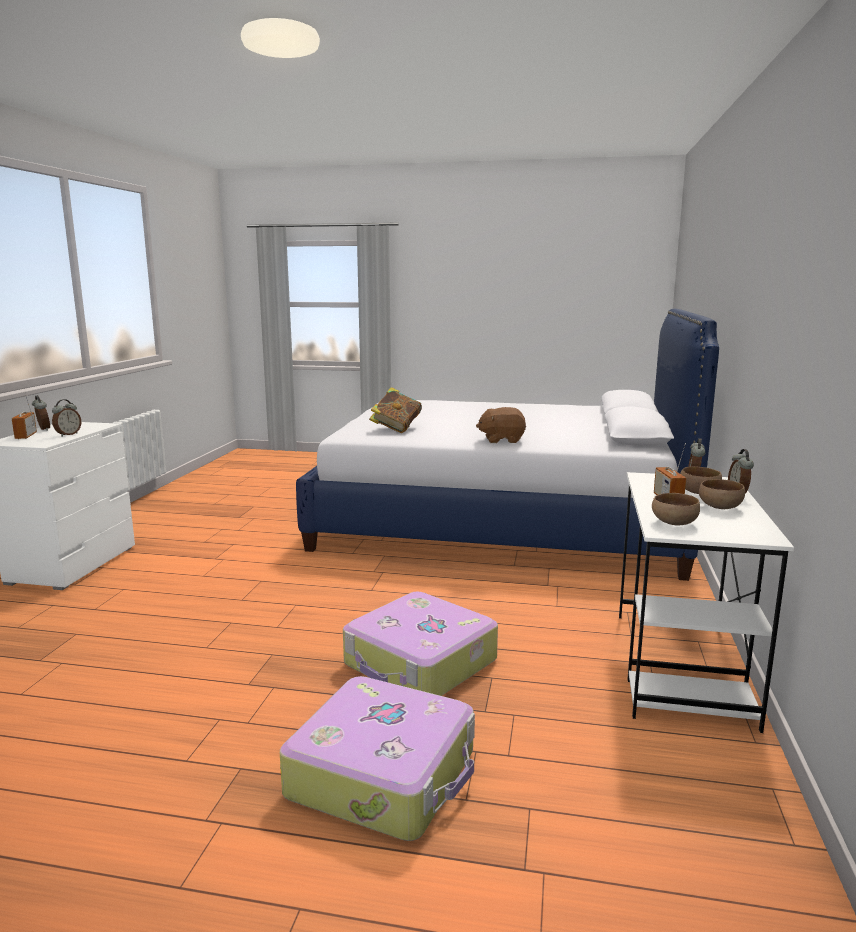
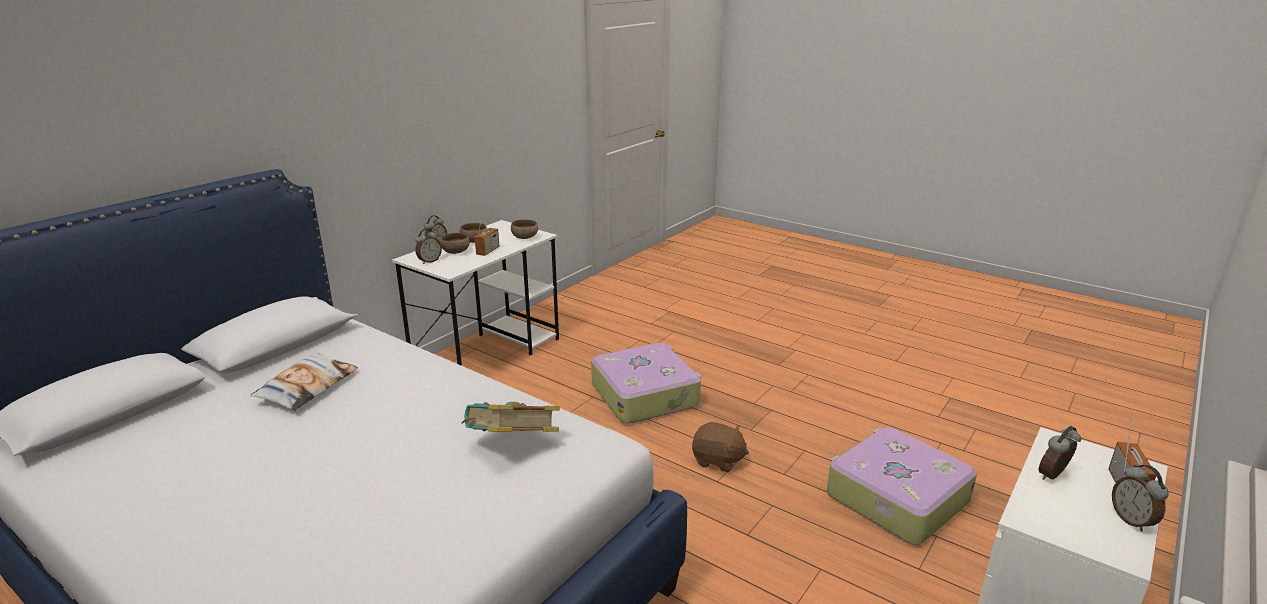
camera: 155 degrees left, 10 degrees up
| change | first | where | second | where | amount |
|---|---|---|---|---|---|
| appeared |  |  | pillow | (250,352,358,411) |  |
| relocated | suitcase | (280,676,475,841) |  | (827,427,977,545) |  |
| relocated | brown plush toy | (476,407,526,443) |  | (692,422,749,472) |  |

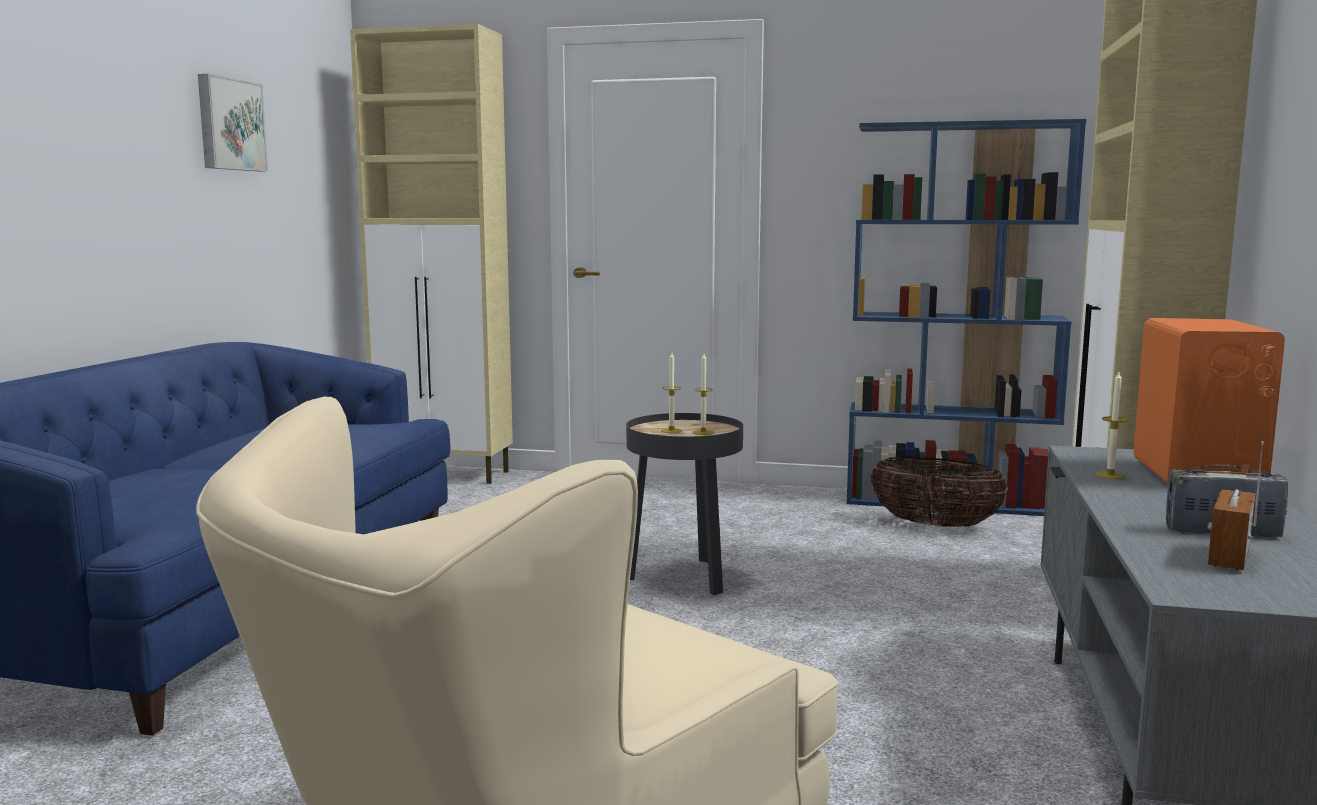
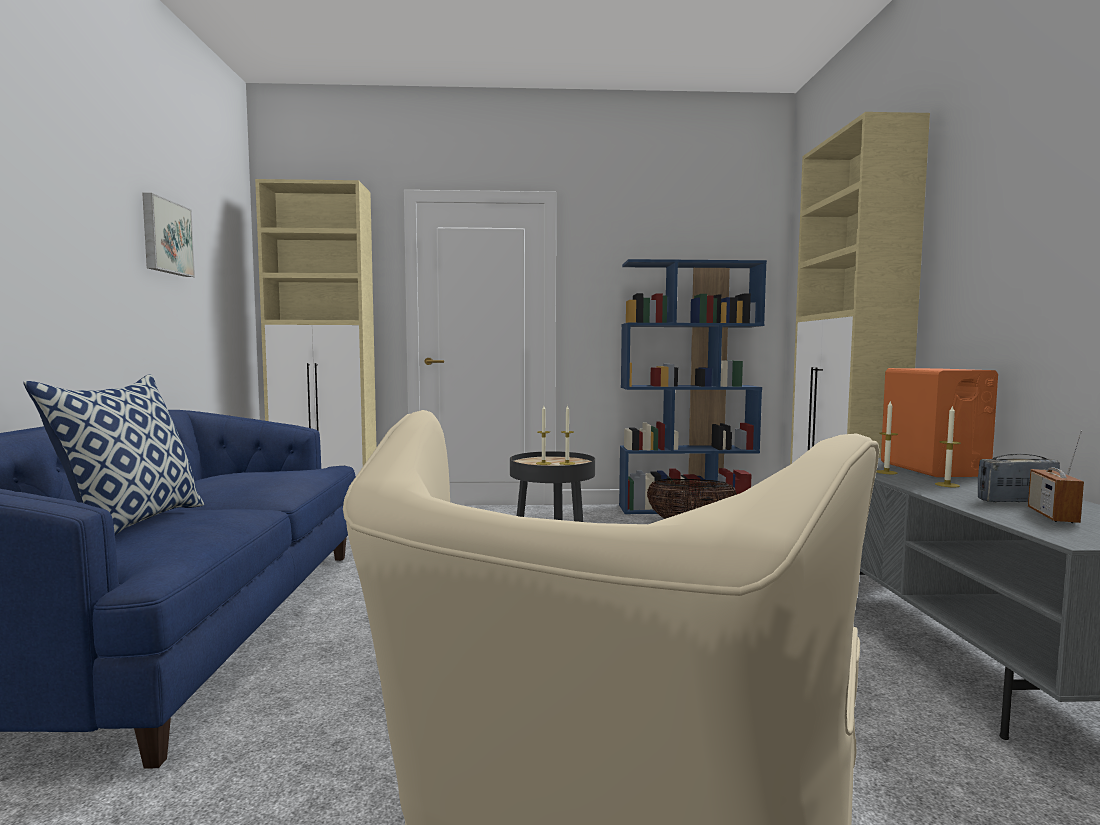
camera: 15 degrees left, 5 degrees down
| change | first | where | second | where | amount |
|---|---|---|---|---|---|
| appeared |  |  | pillow | (23,374,204,536) |  |
| appeared |  |  | candle | (935,405,961,487) |  |

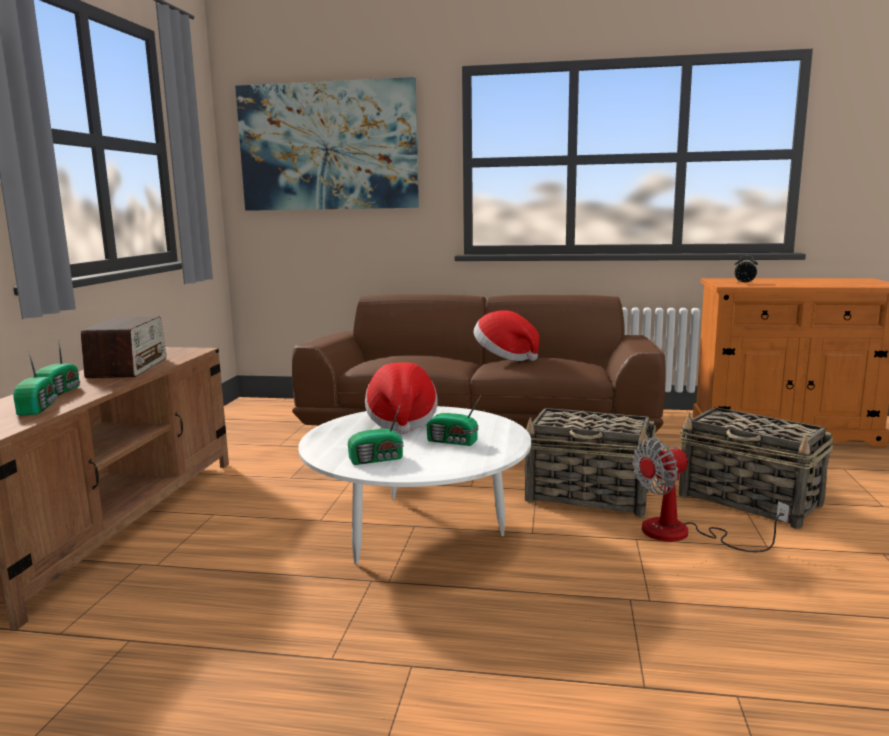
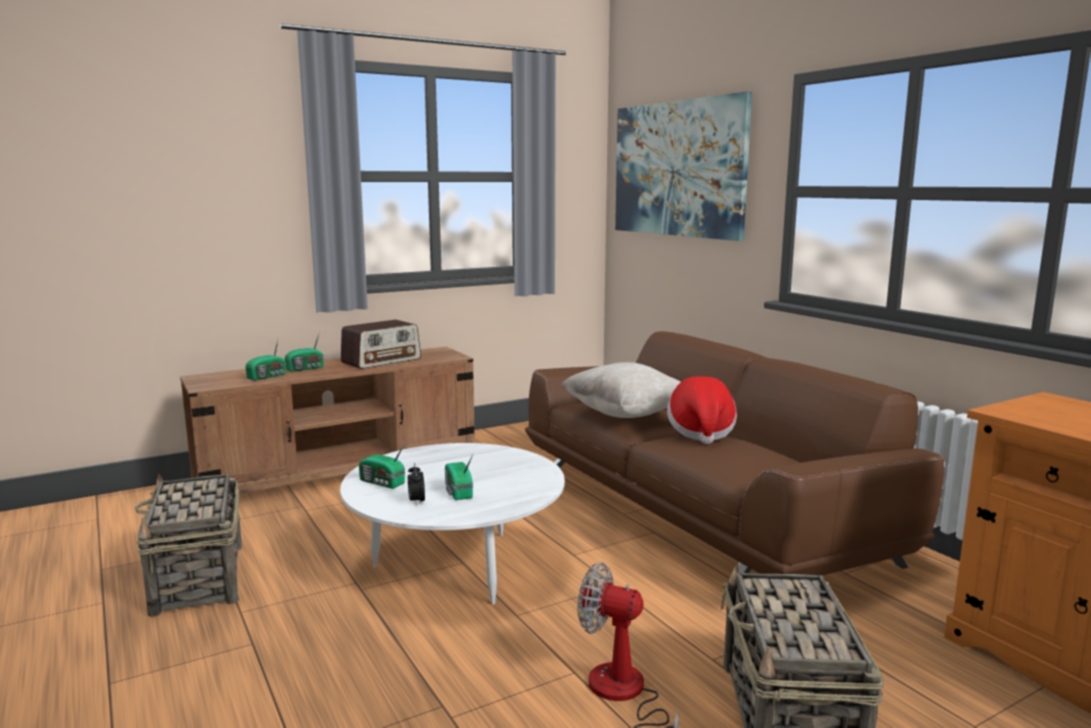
camera: 50 degrees right, 0 degrees up
| change | first | where | second | where | amount |
|---|---|---|---|---|---|
| missing | hat | (365,362,438,434) |  |  |  |
| appeared |  |  | beige pillow | (561,362,680,418) |  |
| relocated | basket | (525,408,656,517) |  | (135,474,242,617) |  |
| relocated | alarm clock | (735,255,758,284) |  | (408,463,425,506) |  |

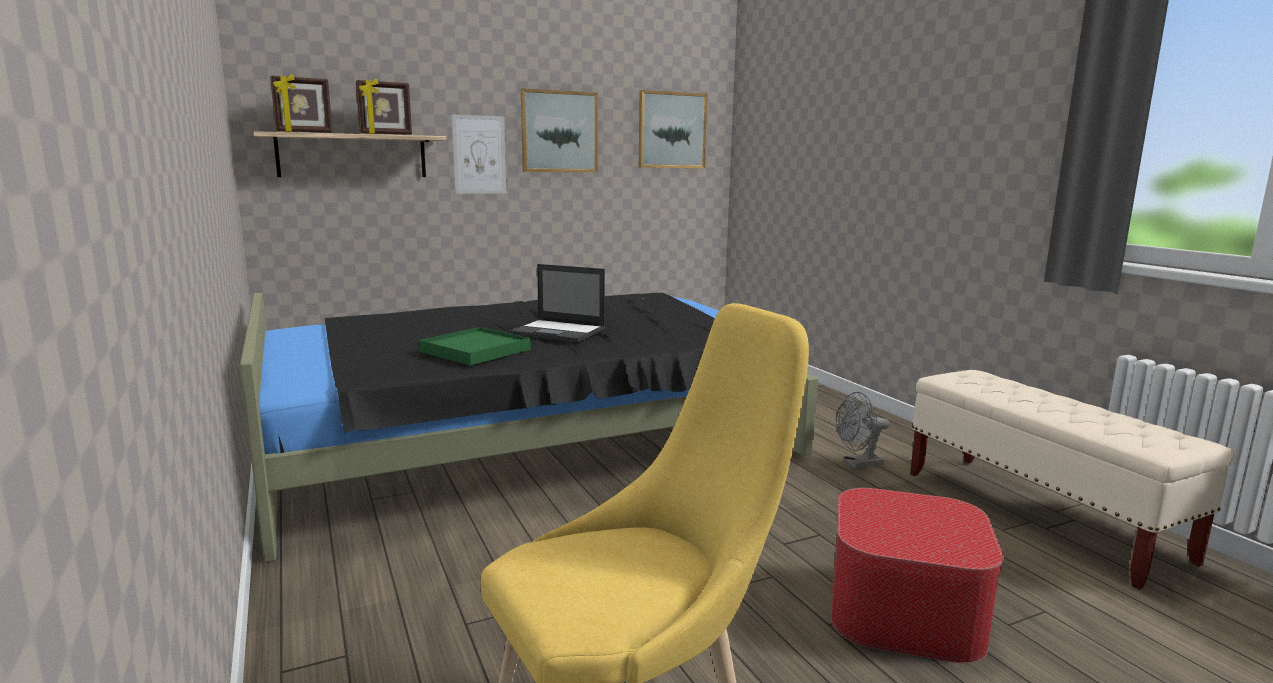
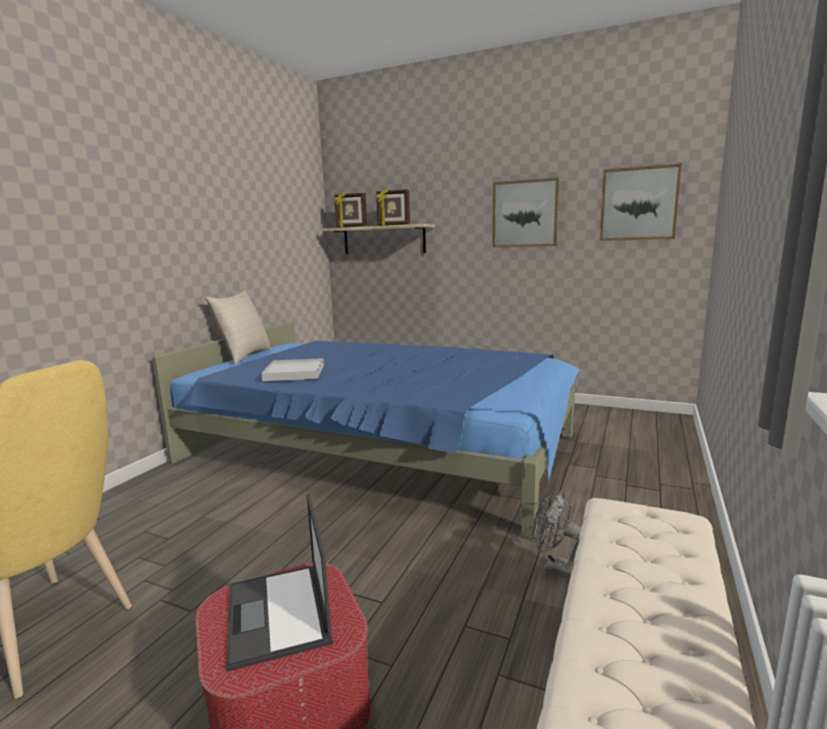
camera: 50 degrees right, 0 degrees up
| change | first | where | second | where | amount |
|---|---|---|---|---|---|
| missing | picture | (452,115,506,194) |  |  |  |
| appeared |  |  | beige pillow | (205,290,271,365) |  |
| relocated | laptop | (508,264,605,342) |  | (227,494,333,672) |  |
| colour | black bed | (240,293,818,563) | blue bed | (152,322,580,539) |  |
| colour | green tray | (419,327,531,365) | white tray | (261,358,324,381) |  |

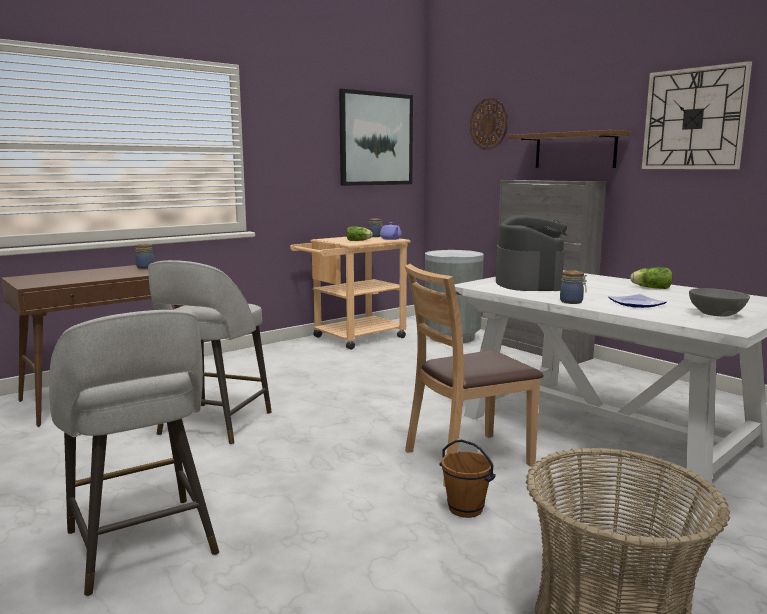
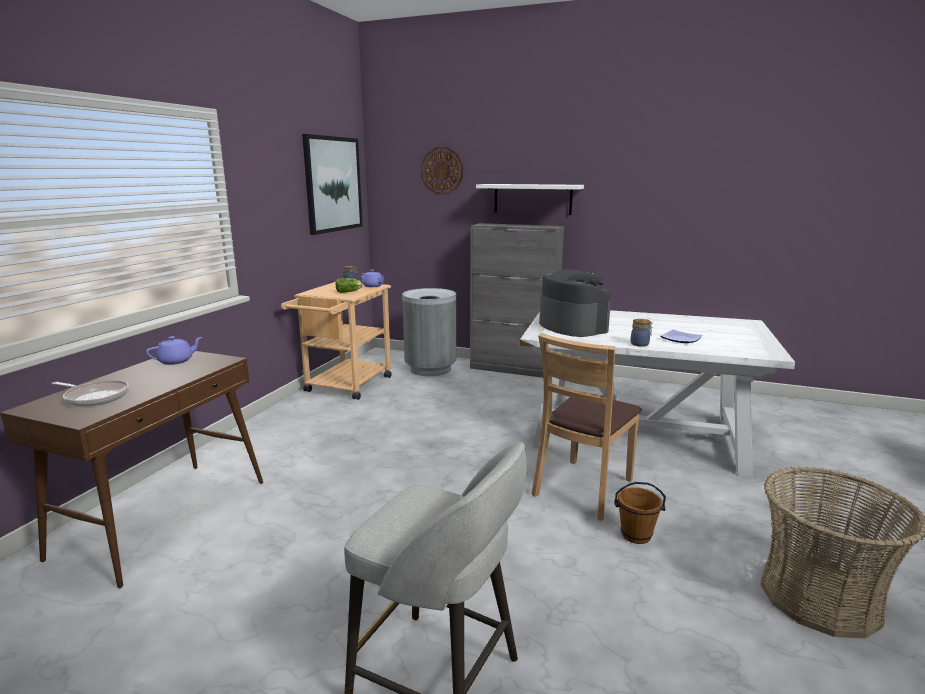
camera: 30 degrees left, 5 degrees up
| change | first | where | second | where | amount |
|---|---|---|---|---|---|
| missing | grey stool | (148,260,272,445) |  |  |  |
| missing | lettuce | (630,267,672,289) |  |  |  |
| missing | wall clock | (642,61,752,169) |  |  |  |
| missing | grey bowl | (689,288,750,317) |  |  |  |
| appeared |  |  | frying pan | (52,380,129,407) |  |
| exchanged | jar | (135,244,154,269) | purple teapot | (146,336,202,365) |  |
| colour | brown shelf | (507,130,631,168) | white shelf | (476,184,584,215) |  |

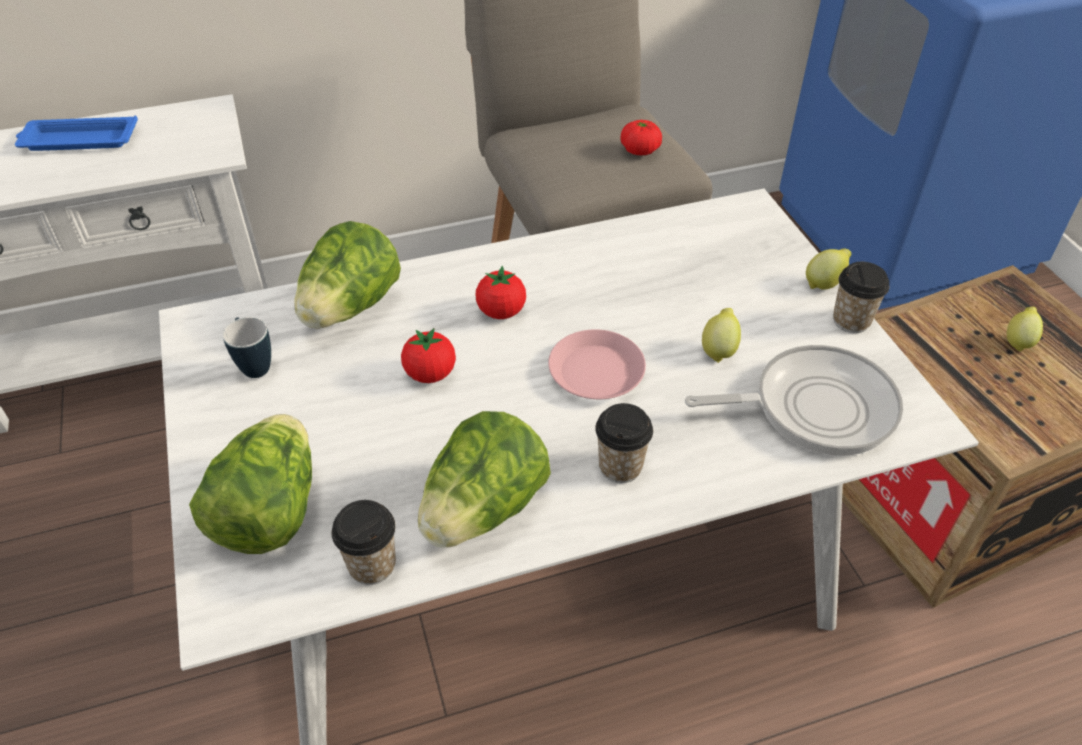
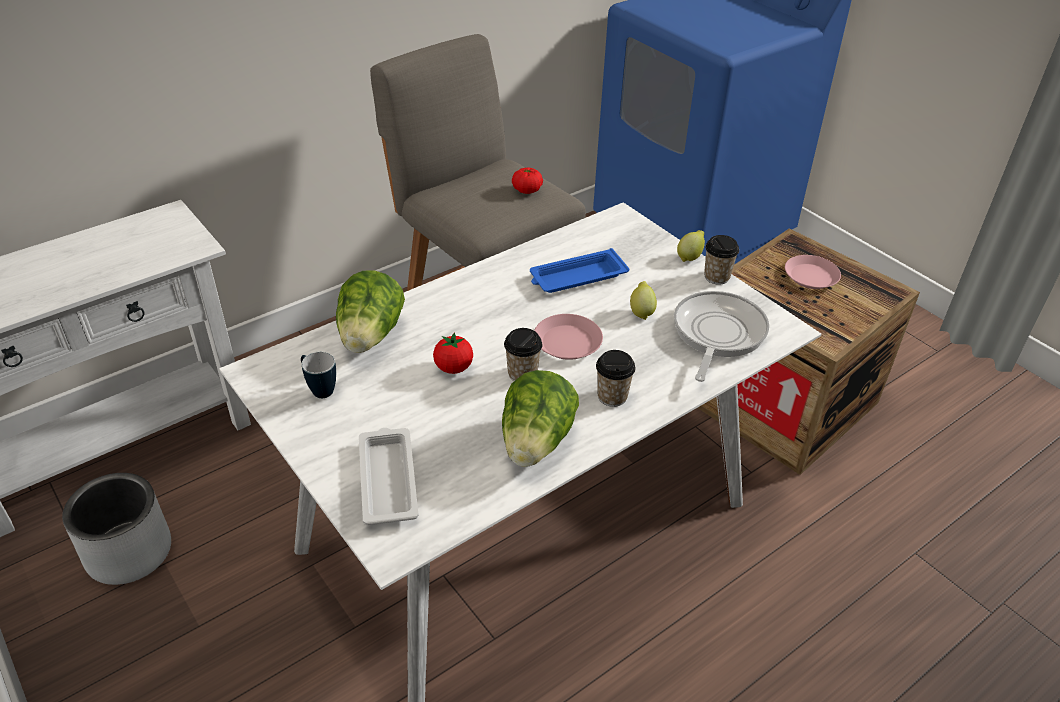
camera: 20 degrees left, 5 degrees down
| change | first | where | second | where | amount |
|---|---|---|---|---|---|
| missing | tomato | (476,266,526,319) |  |  |  |
| appeared |  |  | grey planter | (62,473,171,585) |  |
| relocated | blue tray | (15,115,138,151) |  | (530,248,629,293) |  |
| relocated | cup | (332,500,396,585) |  | (504,328,543,381) |  |
| exchanged | lettuce | (189,414,312,554) | white tray | (359,428,419,525) |  |
| exchanged | lemon | (1007,307,1043,352) | pink plate | (785,255,841,289) |  |
| spun | frying pan | (685,345,903,456) |  | (674,291,769,382) | 45 degrees counterclockwise |

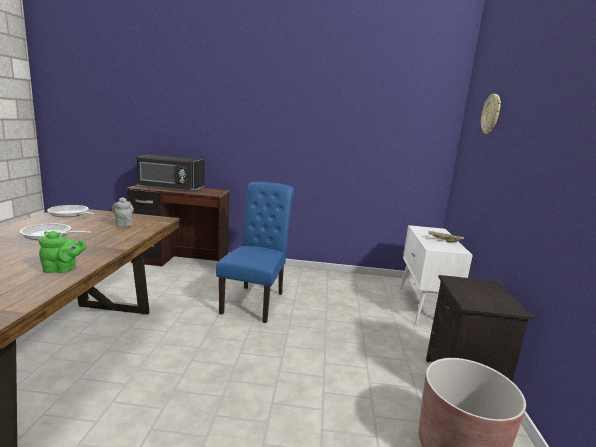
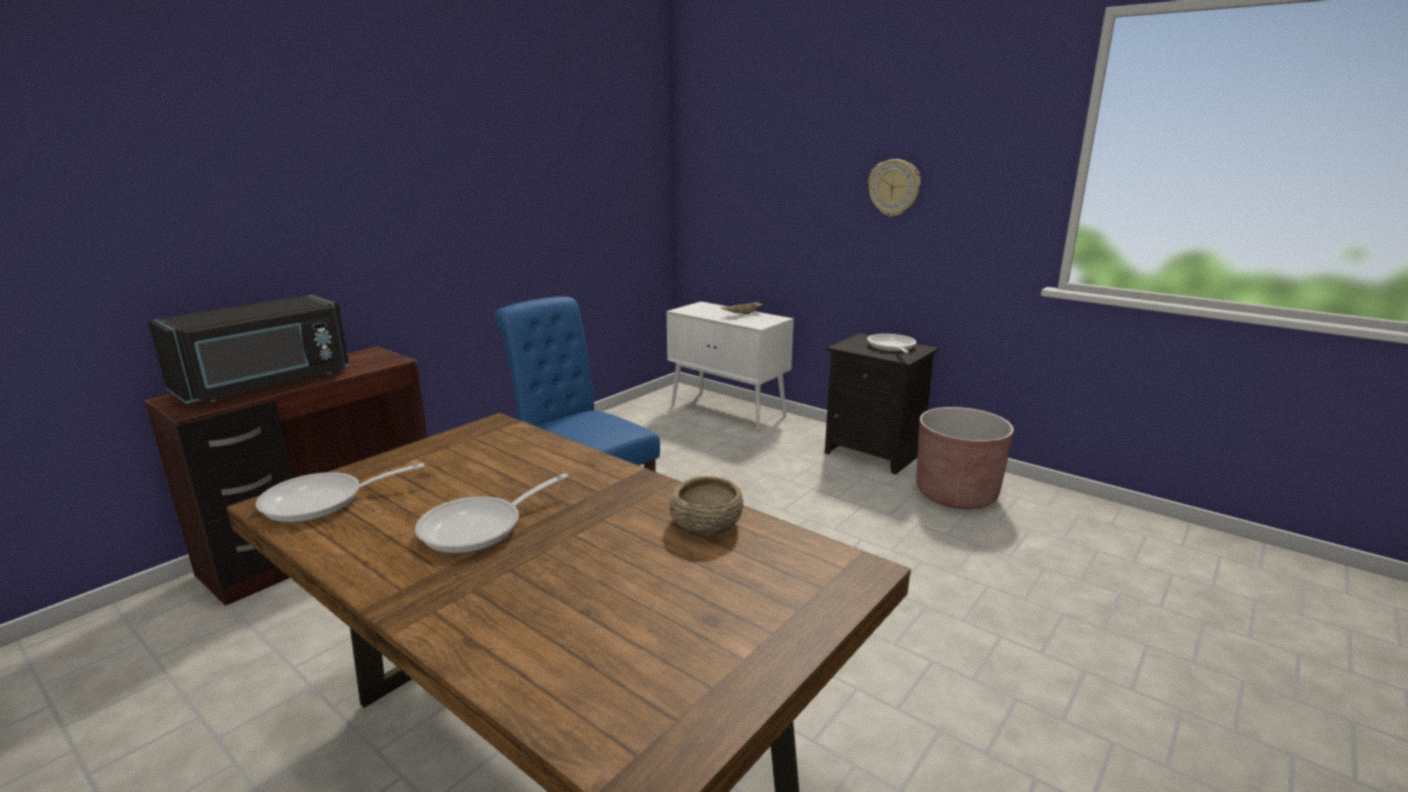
camera: 55 degrees left, 5 degrees up
| change | first | where | second | where | amount |
|---|---|---|---|---|---|
| missing | grey teapot | (112,197,134,227) |  |  |  |
| appeared |  |  | frying pan | (867,334,916,353) |  |
| relocated | wall clock | (481,94,501,134) |  | (868,159,921,217) |  |
| exchanged | green teapot | (39,231,87,273) | beige bowl | (669,476,743,536) |  |

